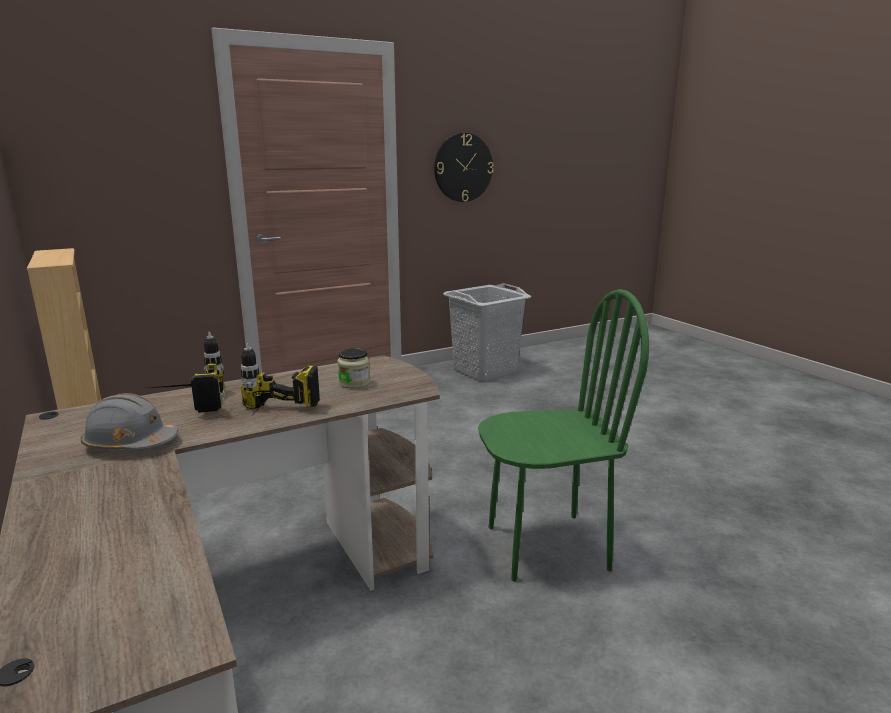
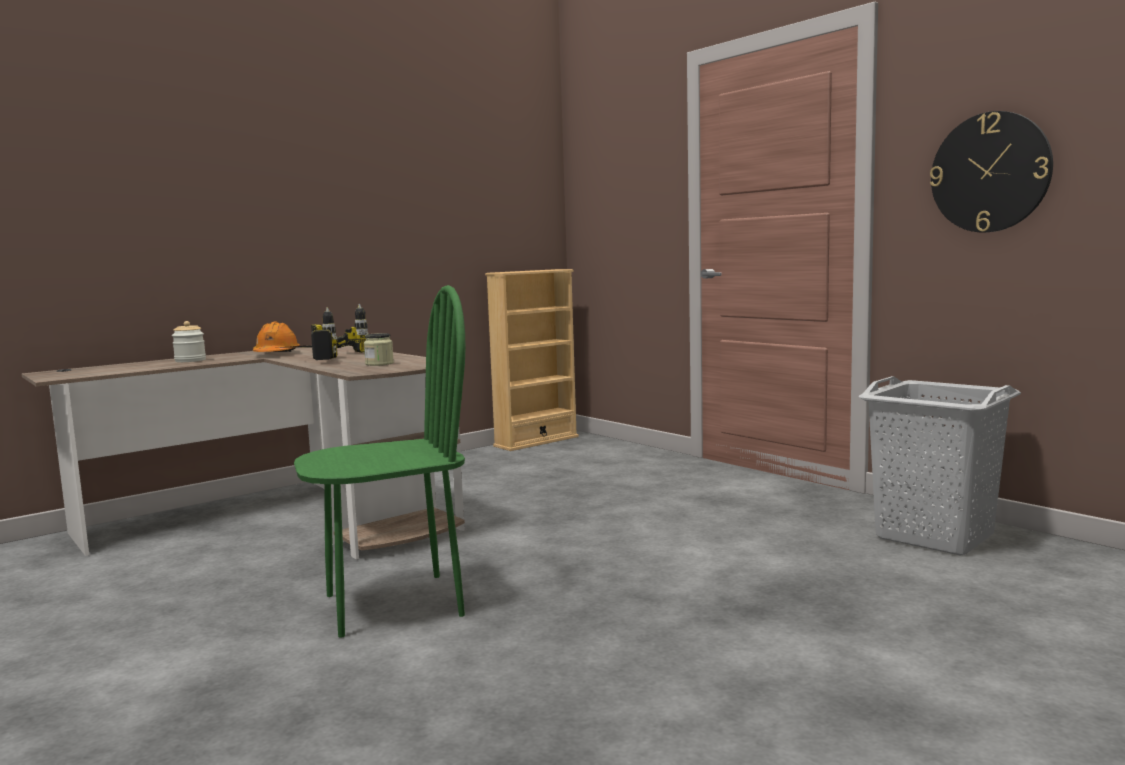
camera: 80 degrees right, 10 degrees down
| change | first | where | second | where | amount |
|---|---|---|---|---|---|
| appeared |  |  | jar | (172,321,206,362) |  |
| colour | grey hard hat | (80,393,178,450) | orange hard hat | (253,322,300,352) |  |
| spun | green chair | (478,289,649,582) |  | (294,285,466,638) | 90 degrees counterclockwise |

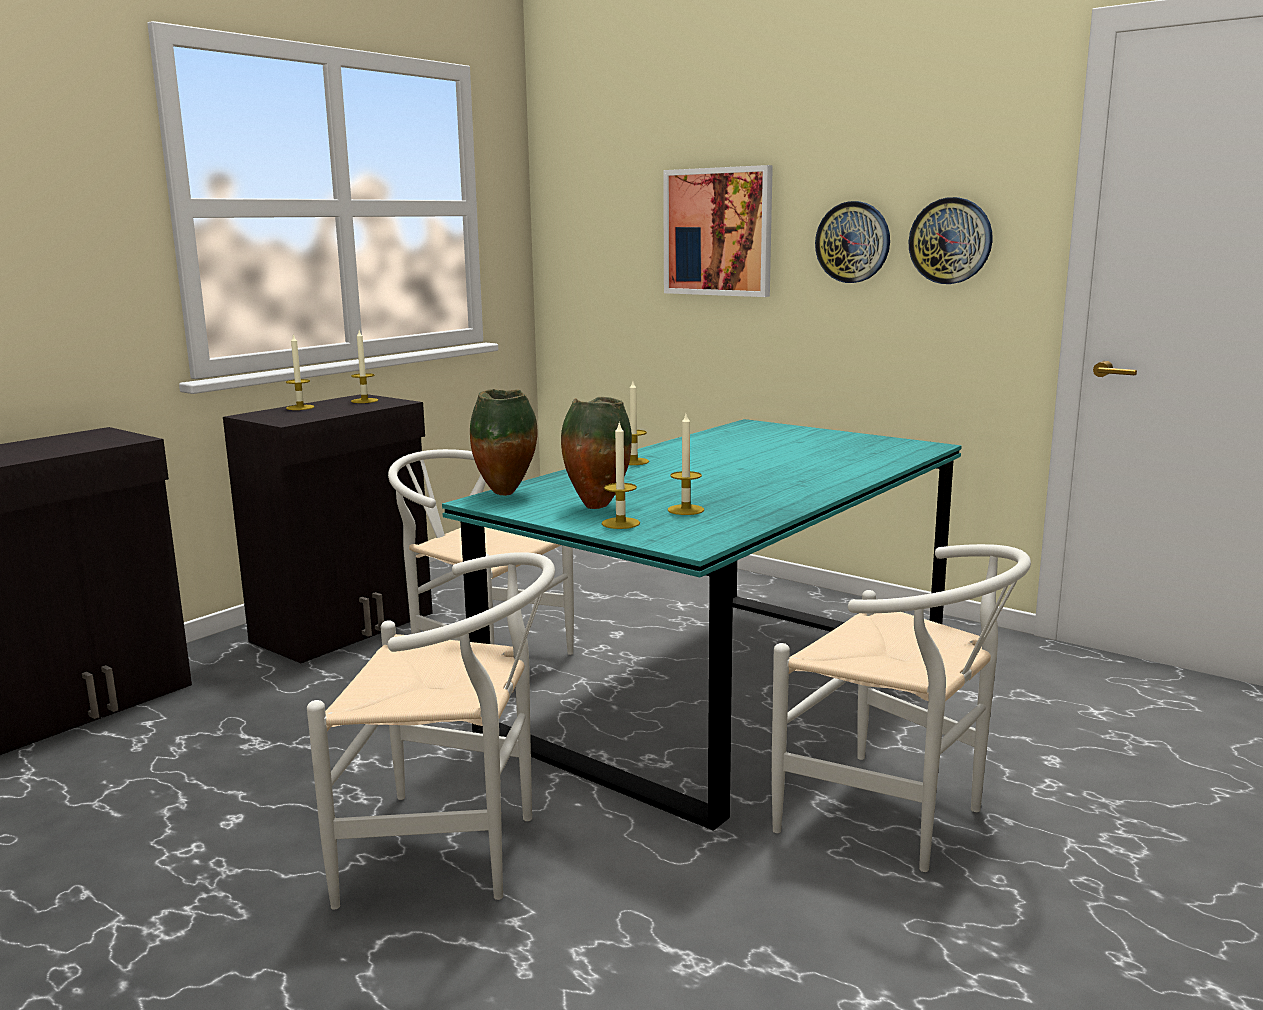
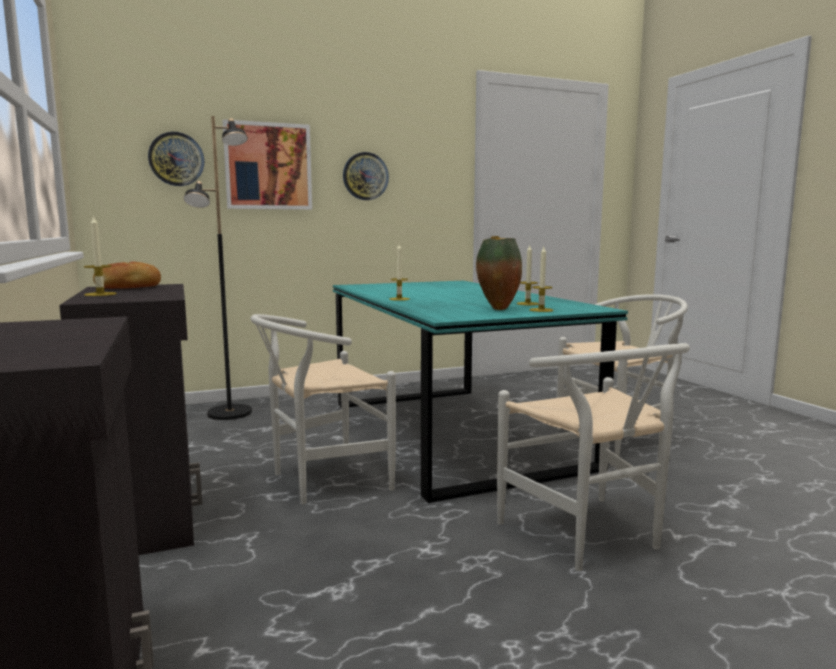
camera: 60 degrees left, 5 degrees down
| change | first | where | second | where | amount |
|---|---|---|---|---|---|
| missing | vase | (470,389,538,496) |  |  |  |
| appeared |  |  | black floor lamp | (183,116,252,420) |  |
| relocated | wall clock | (909,197,993,284) |  | (148,132,204,186) |  |
| exchanged | candle | (351,331,378,403) | bread | (93,261,161,289) |  |
| spun | white chair | (307,552,555,910) |  | (497,343,690,571) | 120 degrees clockwise |

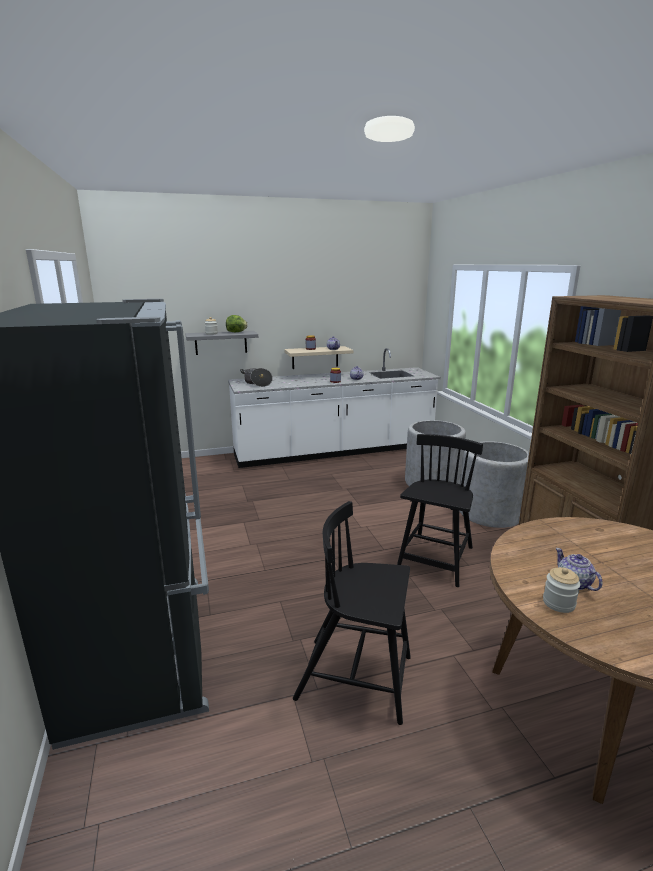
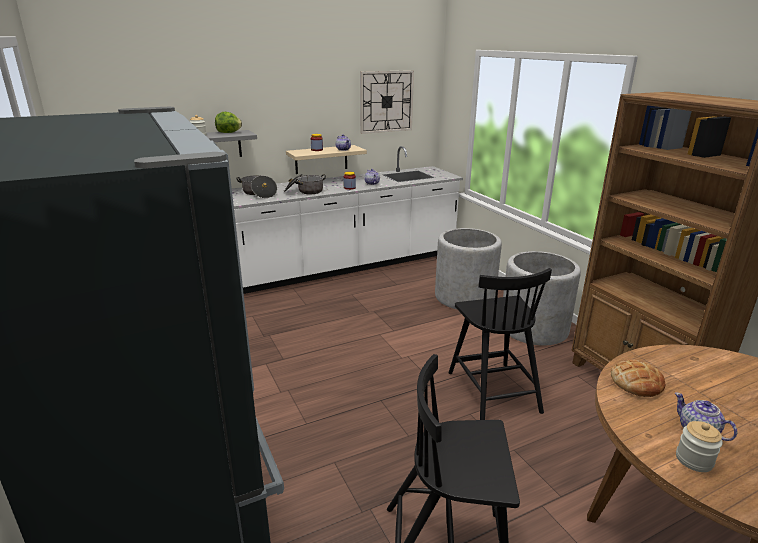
camera: 10 degrees left, 5 degrees up
| change | first | where | second | where | amount |
|---|---|---|---|---|---|
| appeared |  |  | cooking pot | (284,174,326,194) |  |
| appeared |  |  | wall clock | (360,70,414,134) |  |
| appeared |  |  | bread | (611,359,666,397) |  |
| spun | black chair | (397,434,483,587) |  | (449,268,552,420) | 150 degrees clockwise |

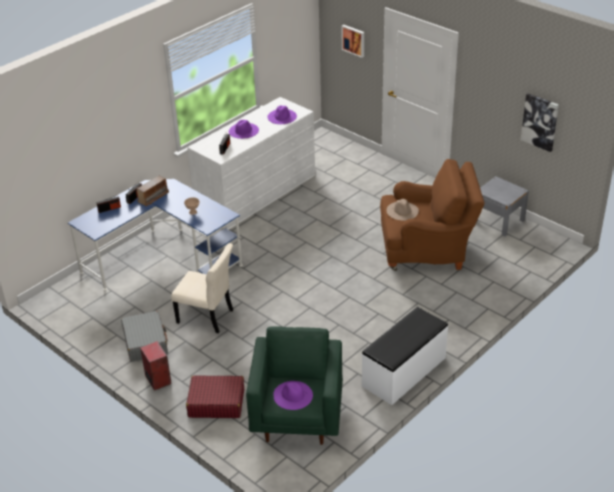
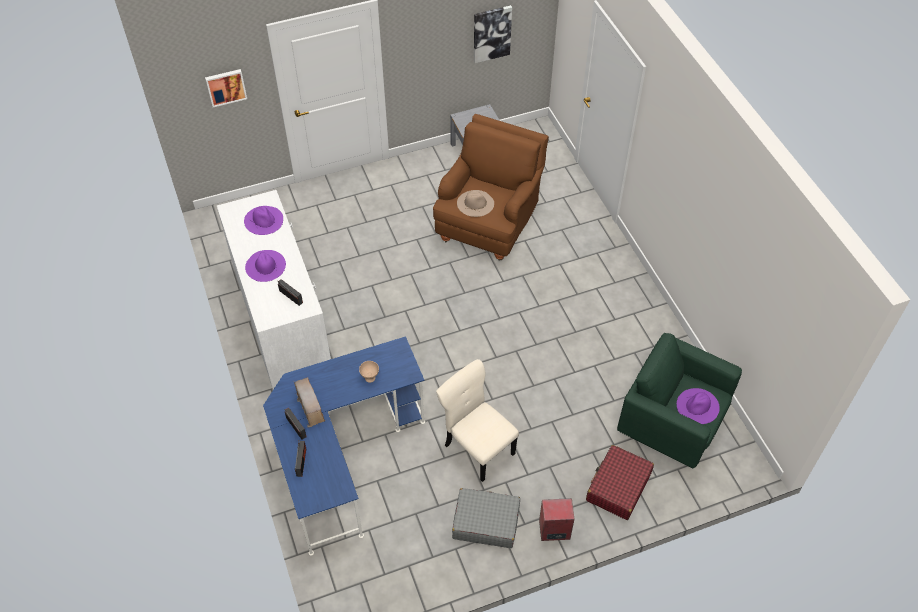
camera: 65 degrees left, 15 degrees up
| change | first | where | second | where | amount |
|---|---|---|---|---|---|
| missing | white bench | (362,307,448,405) |  |  |  |
| spun | beige chair | (171,243,233,333) |  | (436,359,519,482) | 90 degrees counterclockwise |

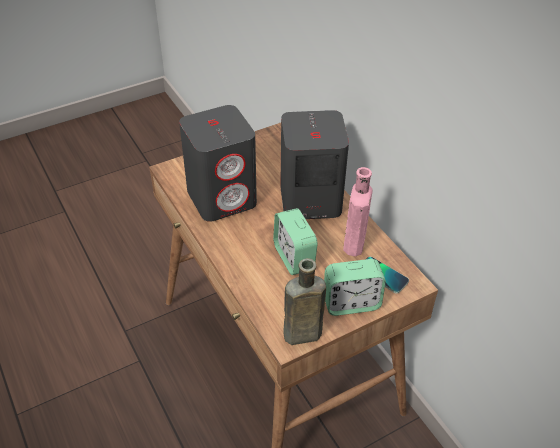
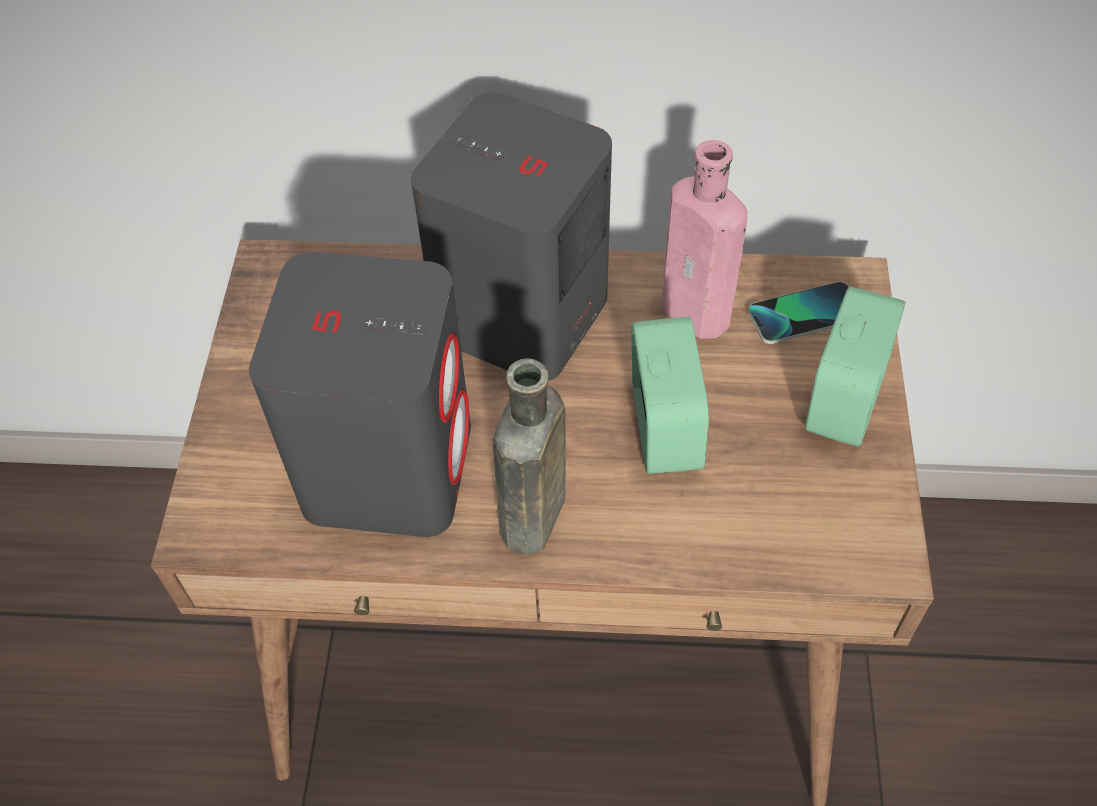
camera: 55 degrees left, 10 degrees up
| change | first | where | second | where | amount |
|---|---|---|---|---|---|
| relocated | brown bottle | (284,258,326,345) |  | (492,358,566,555) |  |
| spun | alarm clock | (273,208,318,275) |  | (632,317,709,474) | 105 degrees counterclockwise |

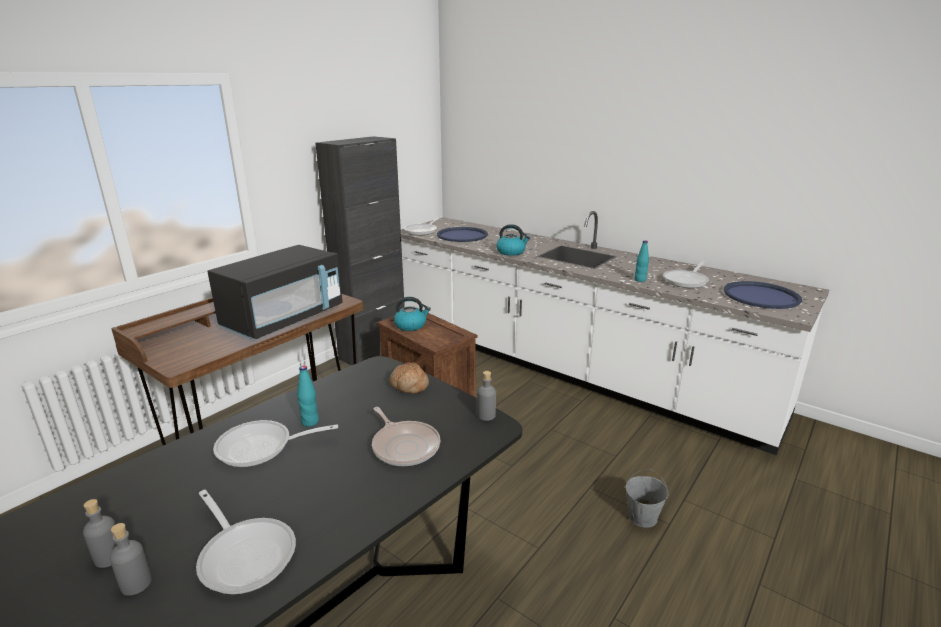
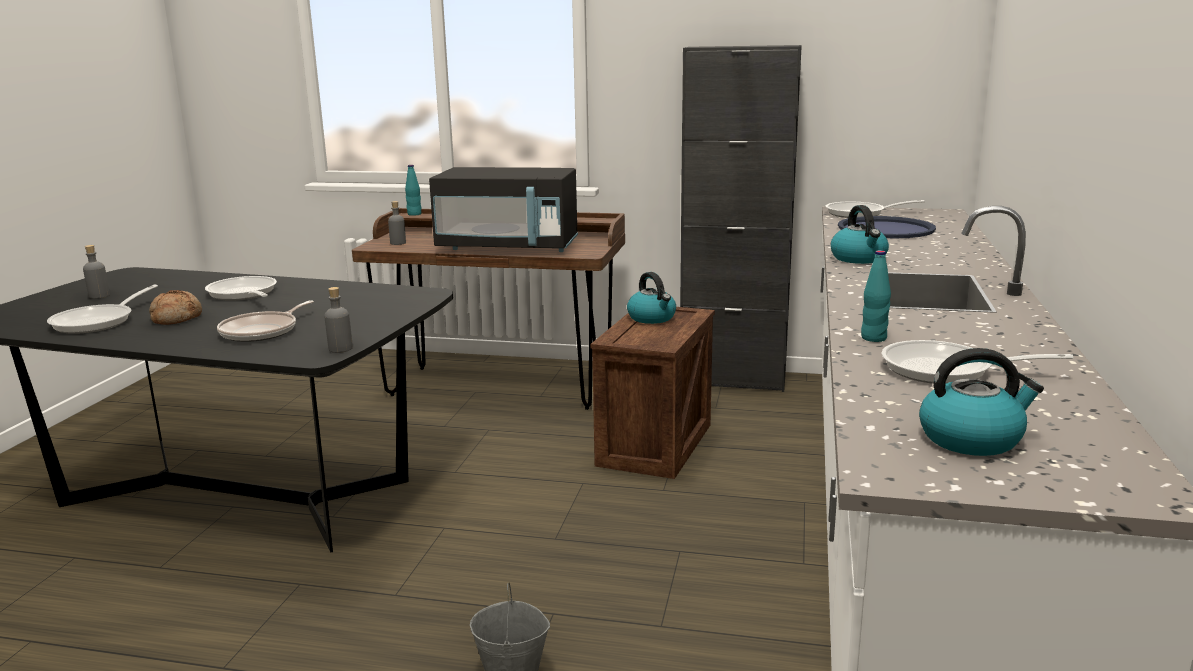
camera: 65 degrees right, 5 degrees down
| change | first | where | second | where | amount |
|---|---|---|---|---|---|
| relocated | grey bottle | (110,523,152,596) |  | (388,201,406,245) |  |
| relocated | turquoise bottle | (297,366,319,427) |  | (405,165,421,216) |  |
| relocated | bread | (389,363,429,394) |  | (149,290,202,325) |  |
| exchanged | blue tray | (724,281,802,309) | kettle | (919,348,1044,456) |  |

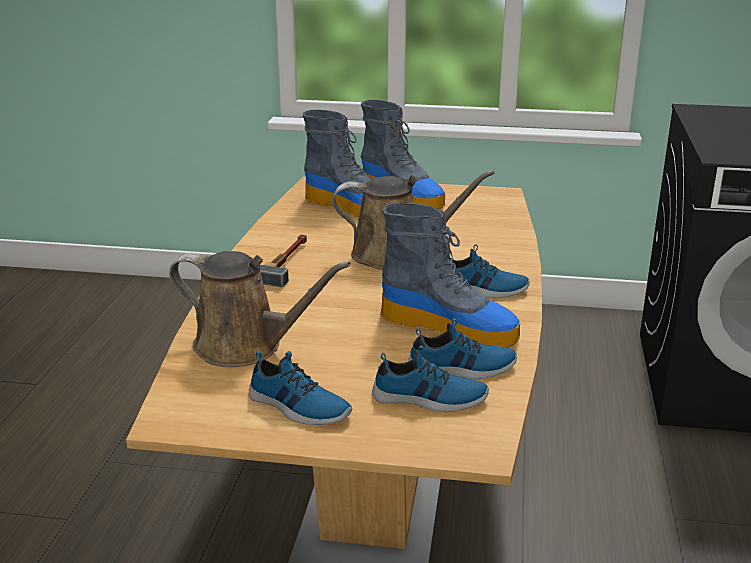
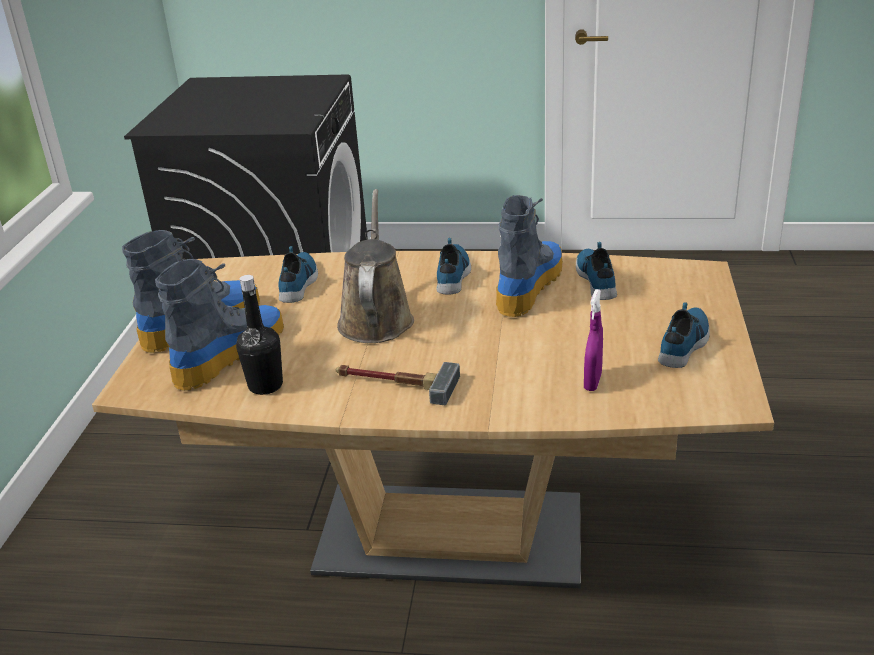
camera: 90 degrees left, 5 degrees up
| change | first | where | second | where | amount |
|---|---|---|---|---|---|
| appeared |  |  | black bottle | (236,275,283,395) |  |
| relocated | shoe | (372,345,489,412) |  | (278,246,318,303) |  |
| exchanged | brown watering can | (169,251,351,367) | purple spray bottle | (584,289,603,391) |  |

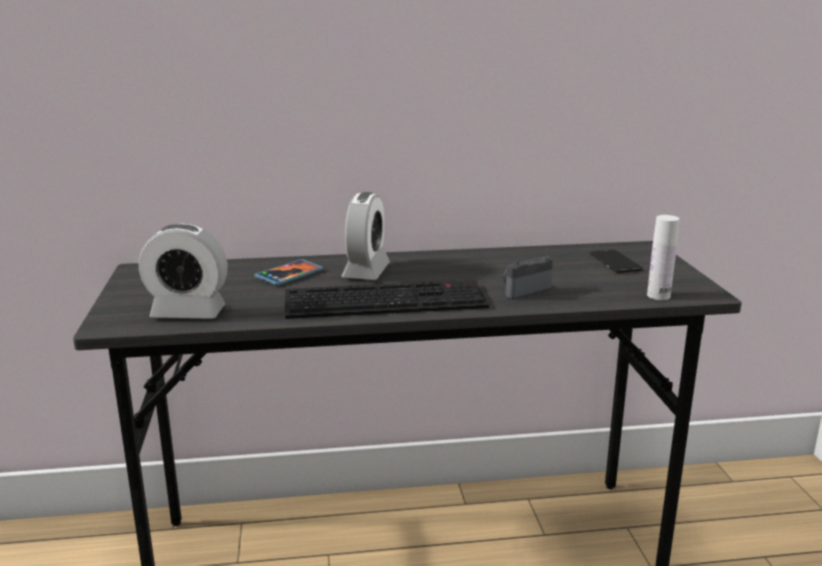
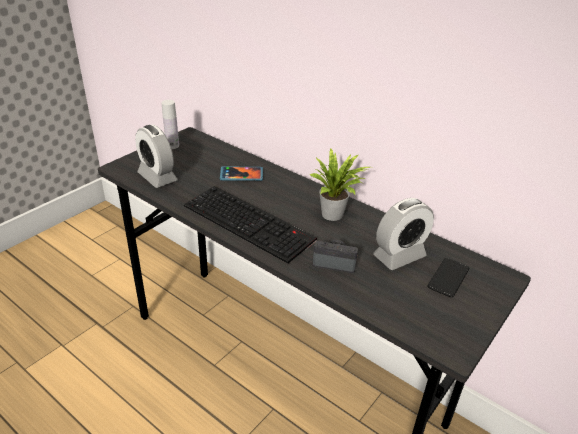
camera: 45 degrees right, 15 degrees up
| change | first | where | second | where | amount |
|---|---|---|---|---|---|
| appeared |  |  | potted plant | (310,148,370,221) |  |
| relocated | alarm clock | (341,192,390,280) |  | (373,198,434,270) |  |
| relocated | white bottle | (647,215,680,300) |  | (162,100,179,149) |  |

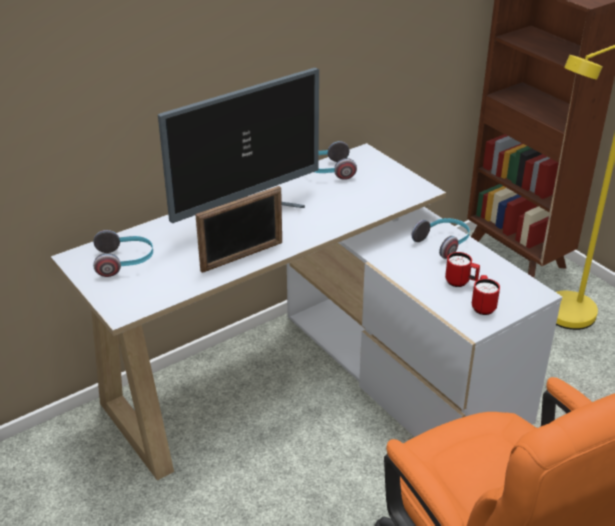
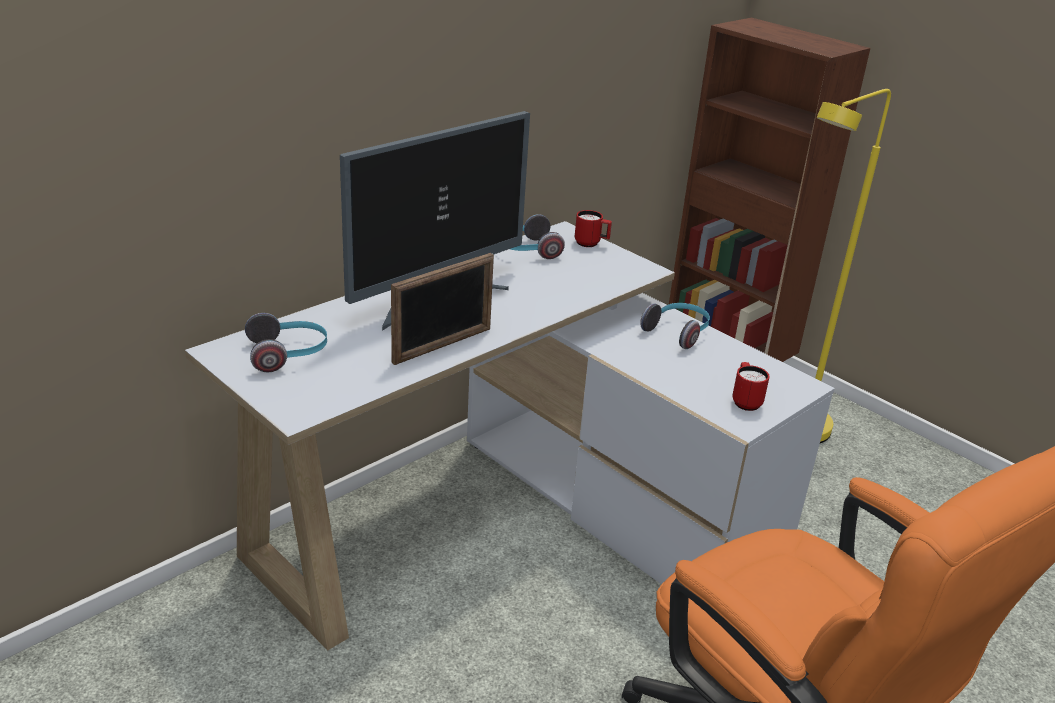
camera: 10 degrees left, 5 degrees down
| change | first | where | second | where | amount |
|---|---|---|---|---|---|
| relocated | red mug | (445,252,480,287) |  | (575,210,612,247) |  |

